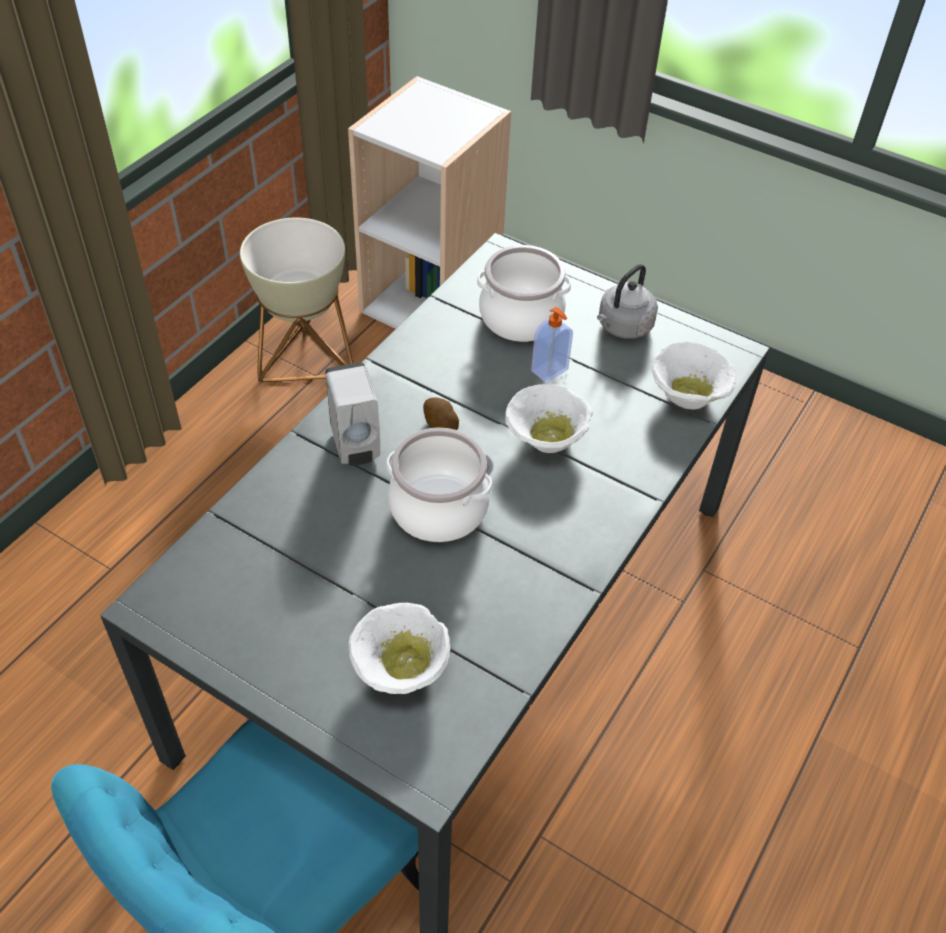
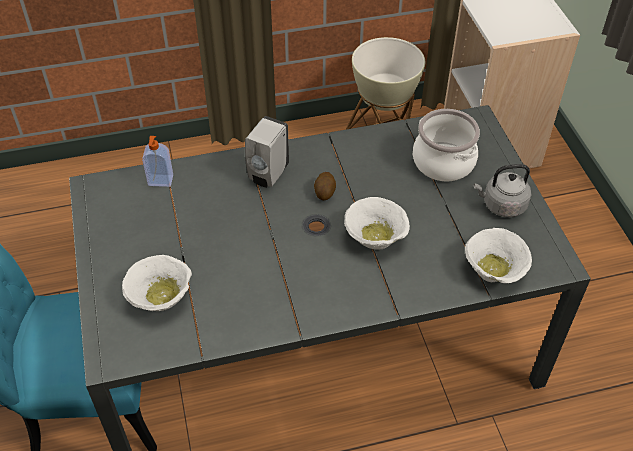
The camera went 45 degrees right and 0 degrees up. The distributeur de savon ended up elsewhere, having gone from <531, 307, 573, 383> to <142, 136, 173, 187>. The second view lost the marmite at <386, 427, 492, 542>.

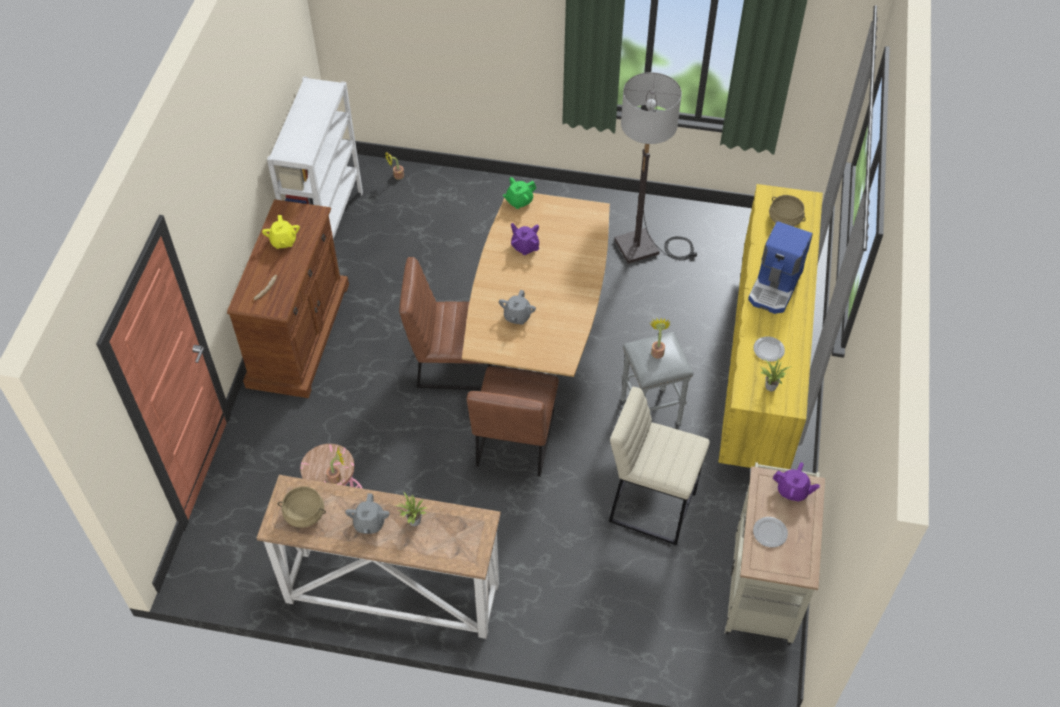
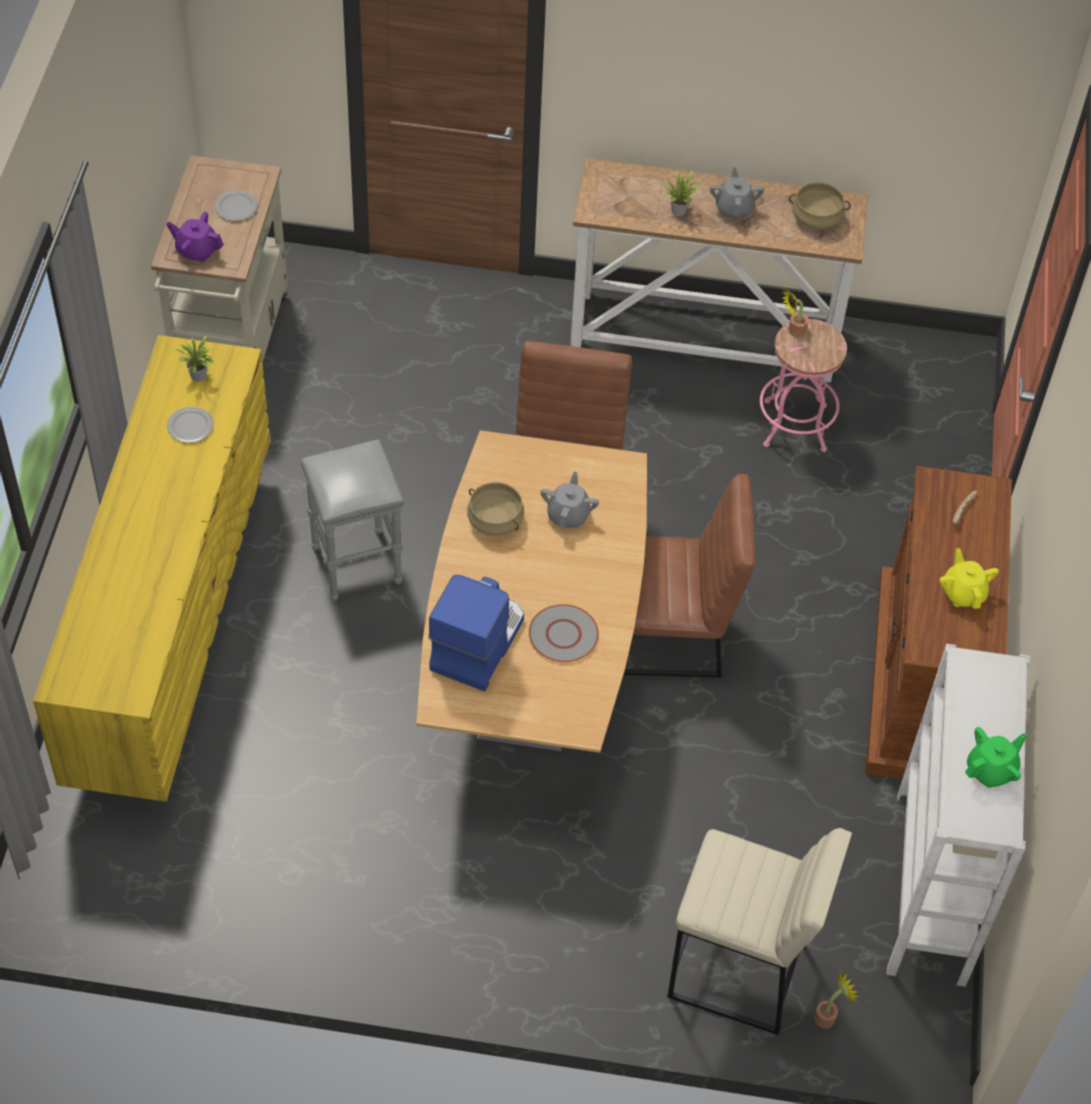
The camera went 175 degrees right and 0 degrees up. The second view lost the lampadaire at <614, 72, 697, 264>. The théière/vert ended up elsewhere, having gone from <503, 177, 536, 209> to <965, 727, 1027, 788>. The marmite/beige ended up elsewhere, having gone from <769, 195, 806, 226> to <467, 482, 524, 536>. The machine à café ended up elsewhere, having gone from <748, 221, 813, 314> to <428, 575, 524, 691>. Where the théière/violet stood at <511, 223, 539, 255>, the assiette/gris came to stand at <529, 604, 599, 662>. The second view lost the plante en pot at <650, 317, 671, 359>. The tabouret/beige ended up elsewhere, having gone from <609, 387, 709, 545> to <667, 828, 852, 1035>.

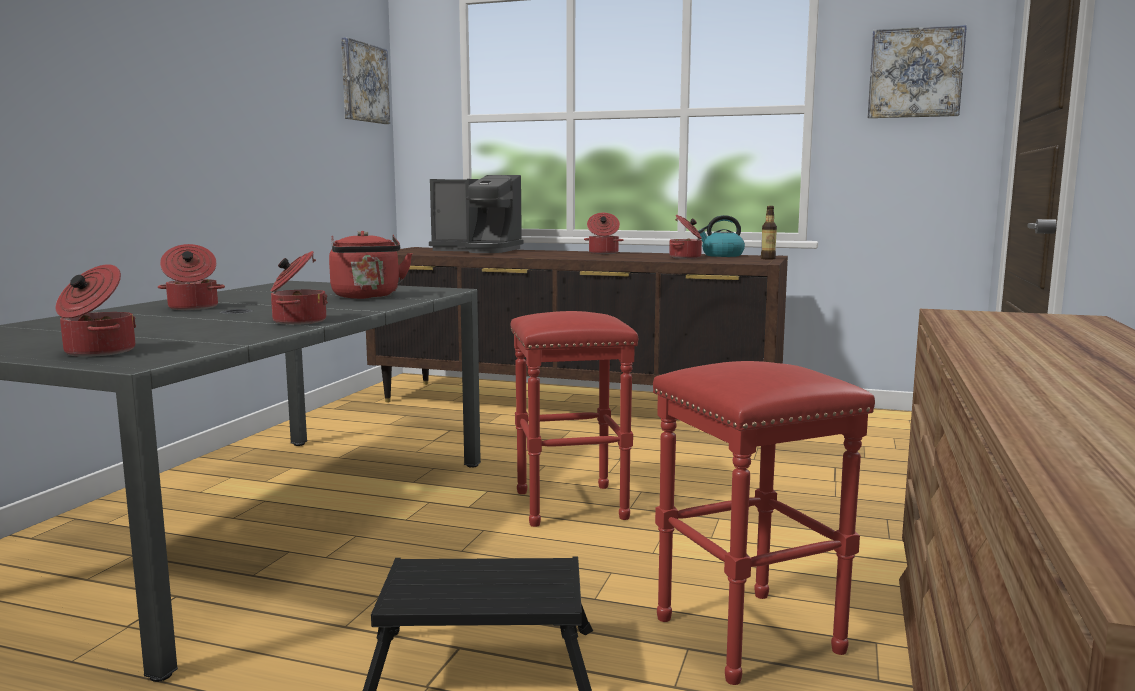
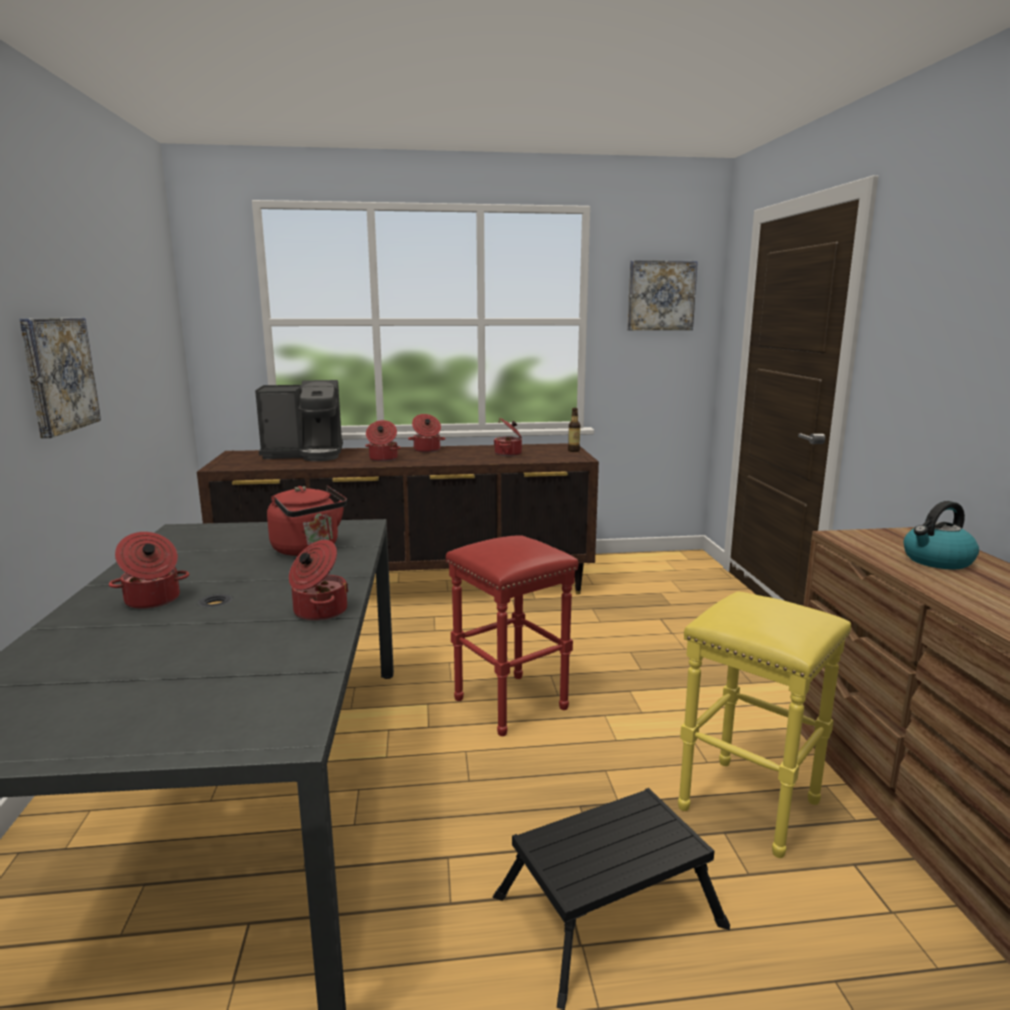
The camera went 25 degrees left and 5 degrees up. The tableau ended up elsewhere, having gone from <341, 37, 390, 124> to <19, 317, 101, 438>. The bouilloire ended up elsewhere, having gone from <698, 215, 745, 257> to <904, 501, 979, 570>. The marmite ended up elsewhere, having gone from <55, 264, 136, 357> to <365, 420, 401, 461>. What was the tabouret/rouge at <653, 361, 875, 685> turned into the tabouret/jaune at <678, 592, 851, 858>.

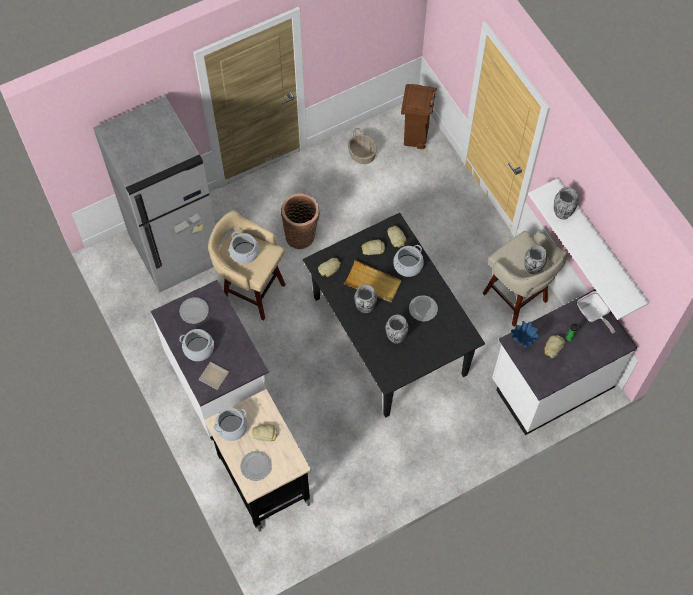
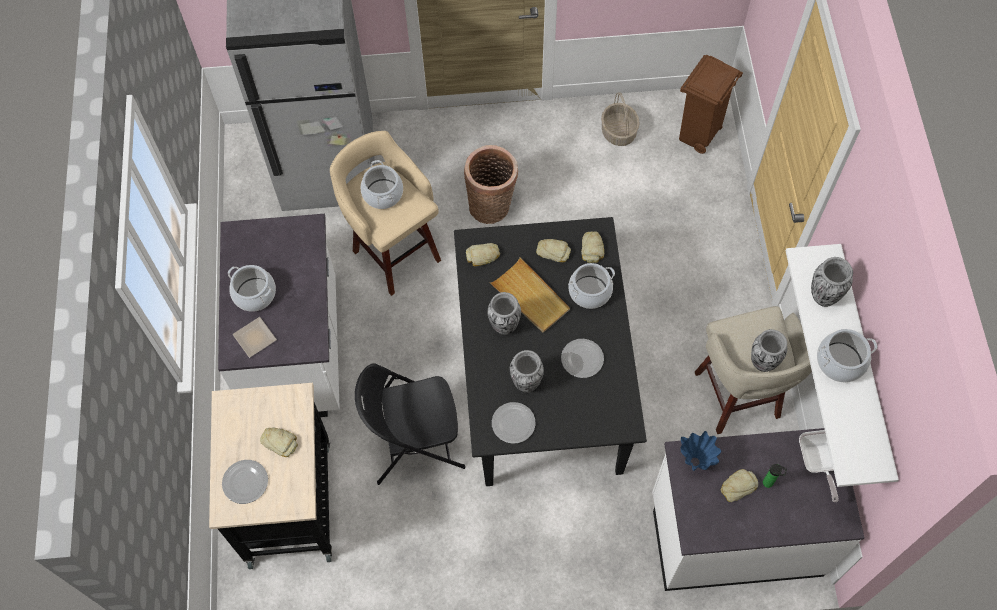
The camera went 25 degrees right and 0 degrees up. The assiette ended up elsewhere, having gone from <179, 297, 209, 324> to <492, 402, 536, 444>. The marmite ended up elsewhere, having gone from <214, 408, 248, 441> to <817, 329, 877, 382>. The second view gained the chaise/noir at <355, 363, 465, 485>.

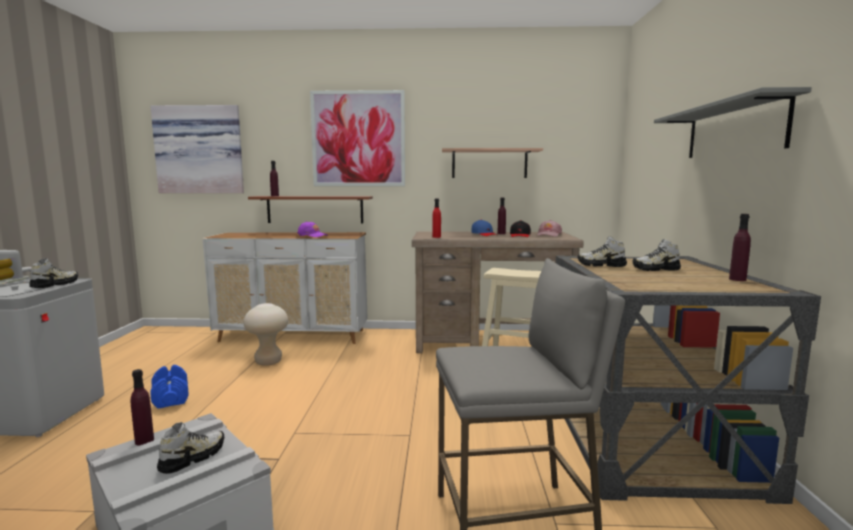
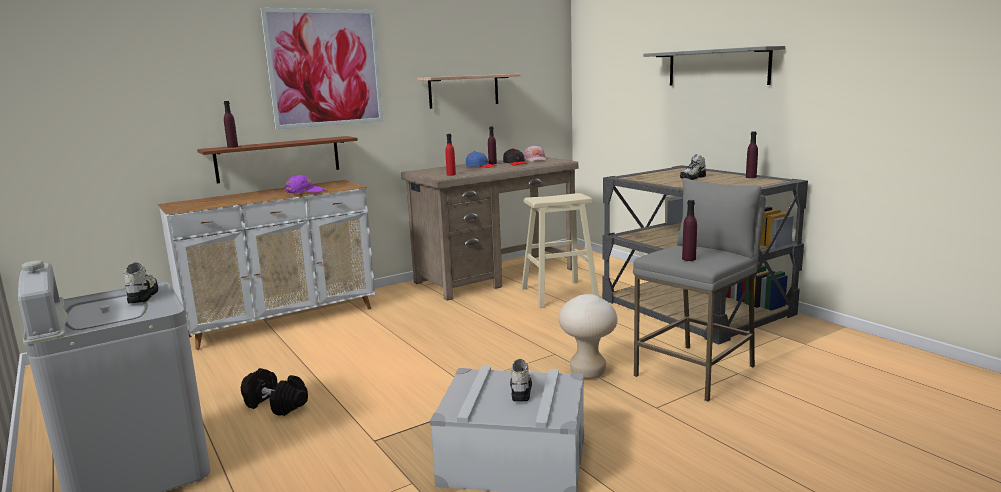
The camera went 35 degrees left and 5 degrees up. The second view lost the tableau at <150, 105, 244, 193>. The second view lost the chaussure at <578, 236, 627, 267>. The tabouret/beige ended up elsewhere, having gone from <243, 303, 288, 366> to <558, 294, 617, 379>. What was the haltère/bleu at <150, 365, 189, 409> turned into the haltère/noir at <241, 368, 308, 416>. The bouteille/violet ended up elsewhere, having gone from <130, 369, 154, 446> to <682, 200, 697, 261>.

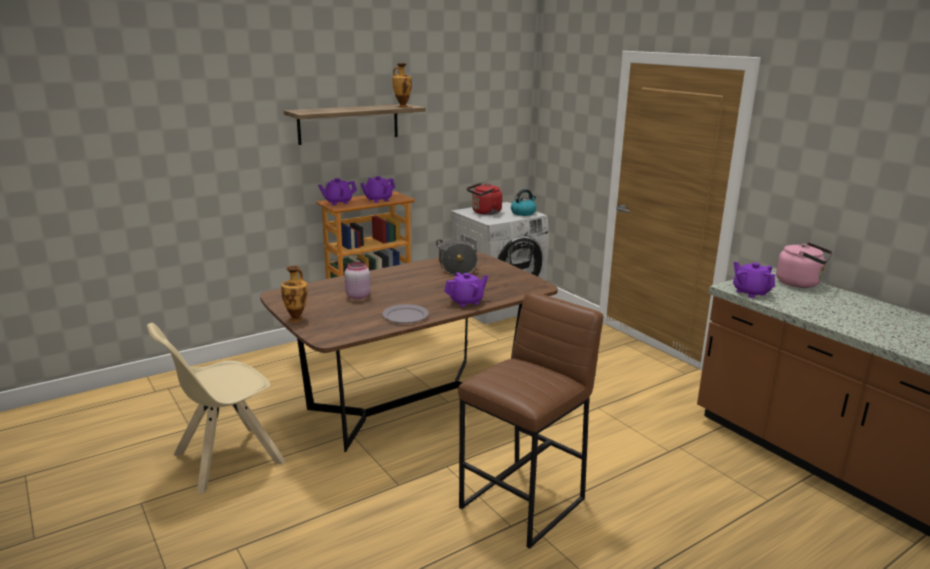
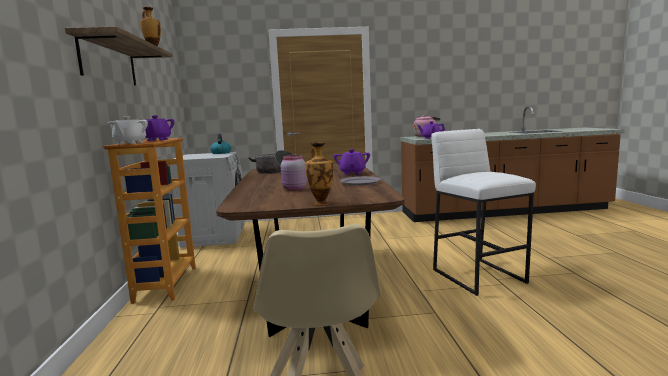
The camera went 60 degrees left and 10 degrees down. What was the théière/violet at <318, 178, 357, 205> turned into the théière/blanc at <108, 116, 148, 145>. The second view lost the bouilloire/rouge at <467, 183, 502, 215>. What was the tabouret/marron at <458, 292, 603, 549> turned into the tabouret/blanc at <431, 129, 536, 296>.

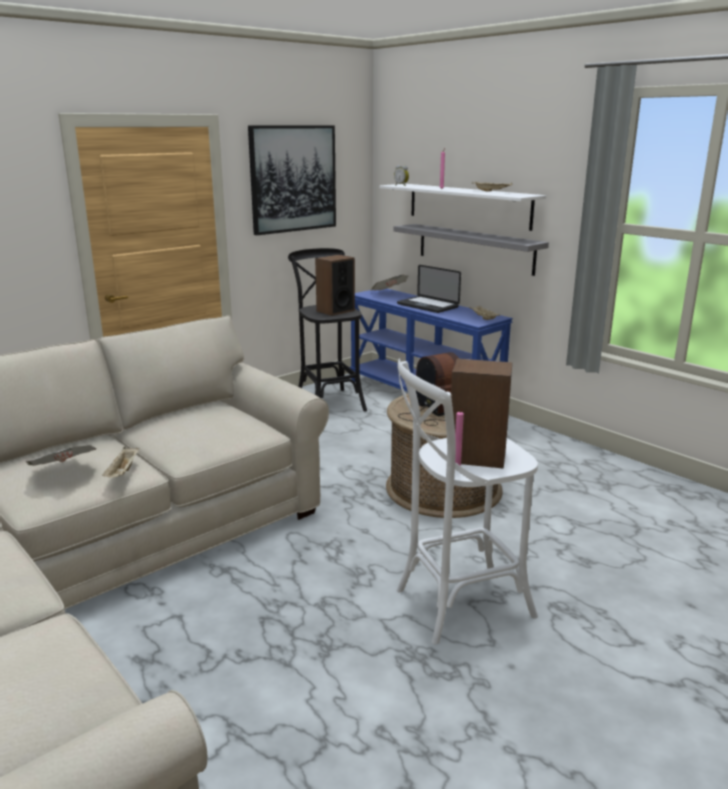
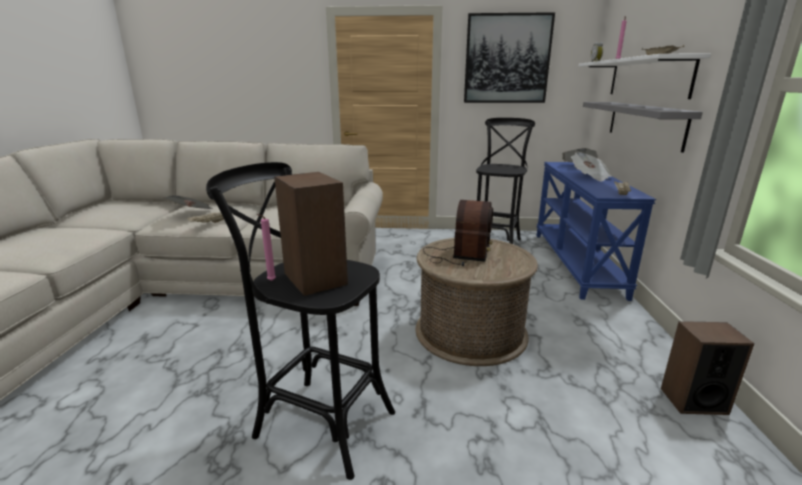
The camera went 45 degrees right and 0 degrees up. The enceinte ended up elsewhere, having gone from <315, 255, 355, 316> to <661, 321, 755, 415>. Where the ordinateur portable stood at <397, 265, 461, 313>, the journal came to stand at <571, 152, 611, 182>. What was the tabouret/blanc at <397, 358, 538, 644> turned into the tabouret/noir at <206, 162, 395, 480>.

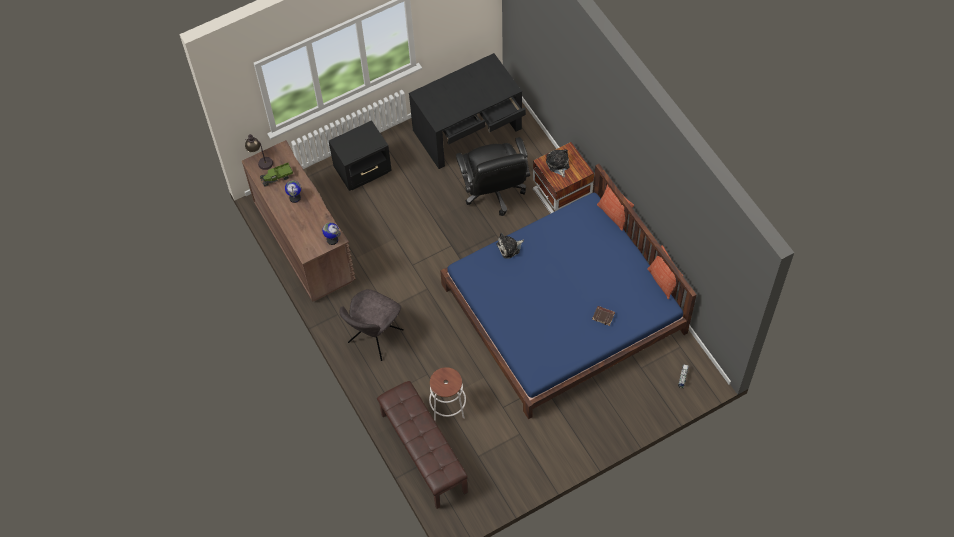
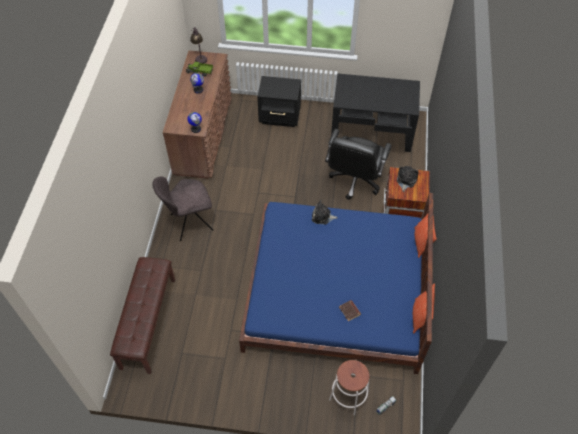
The camera went 35 degrees right and 5 degrees down. The tabouret/blanc ended up elsewhere, having gone from <429, 367, 466, 421> to <329, 360, 370, 416>.

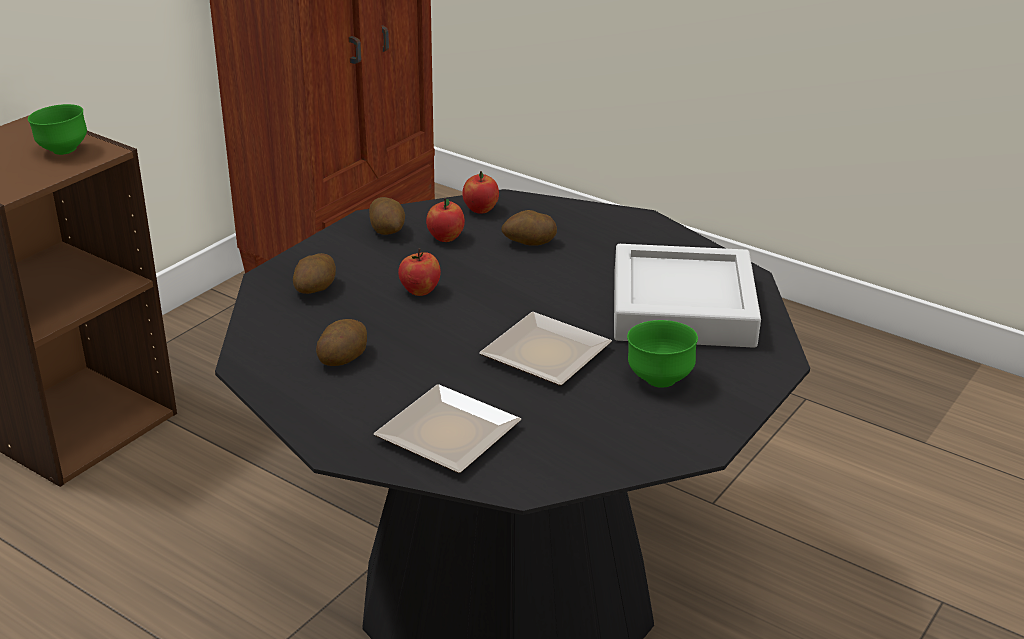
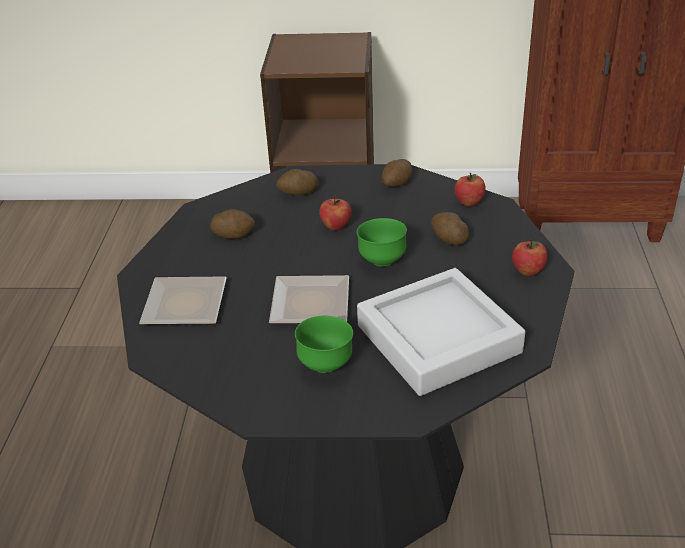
The camera went 60 degrees right and 5 degrees up. The bol/vert ended up elsewhere, having gone from <28, 104, 87, 155> to <357, 218, 407, 267>. The pomme ended up elsewhere, having gone from <426, 198, 465, 242> to <512, 239, 548, 276>.

